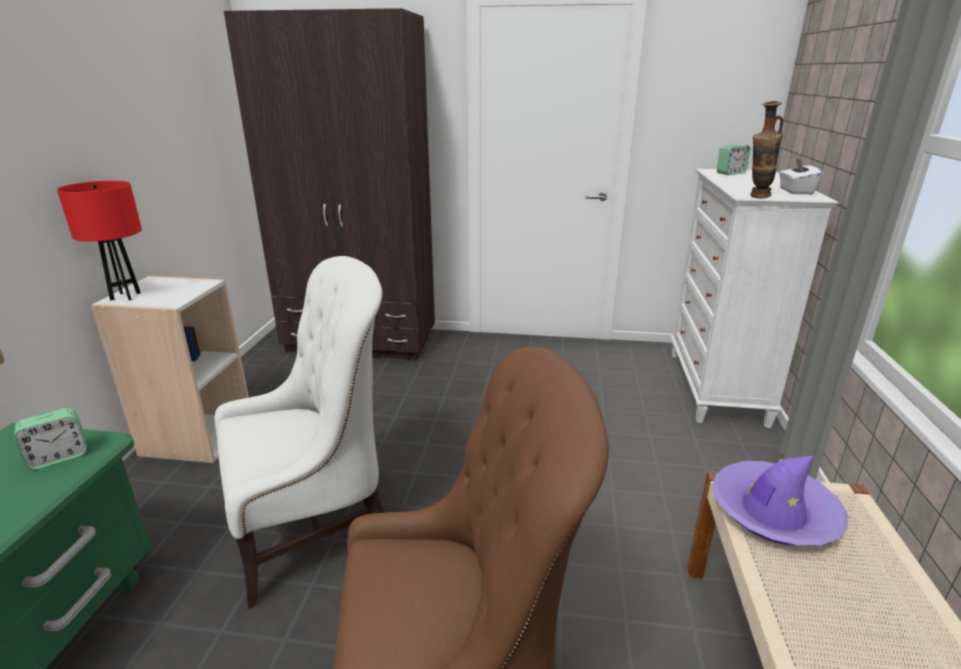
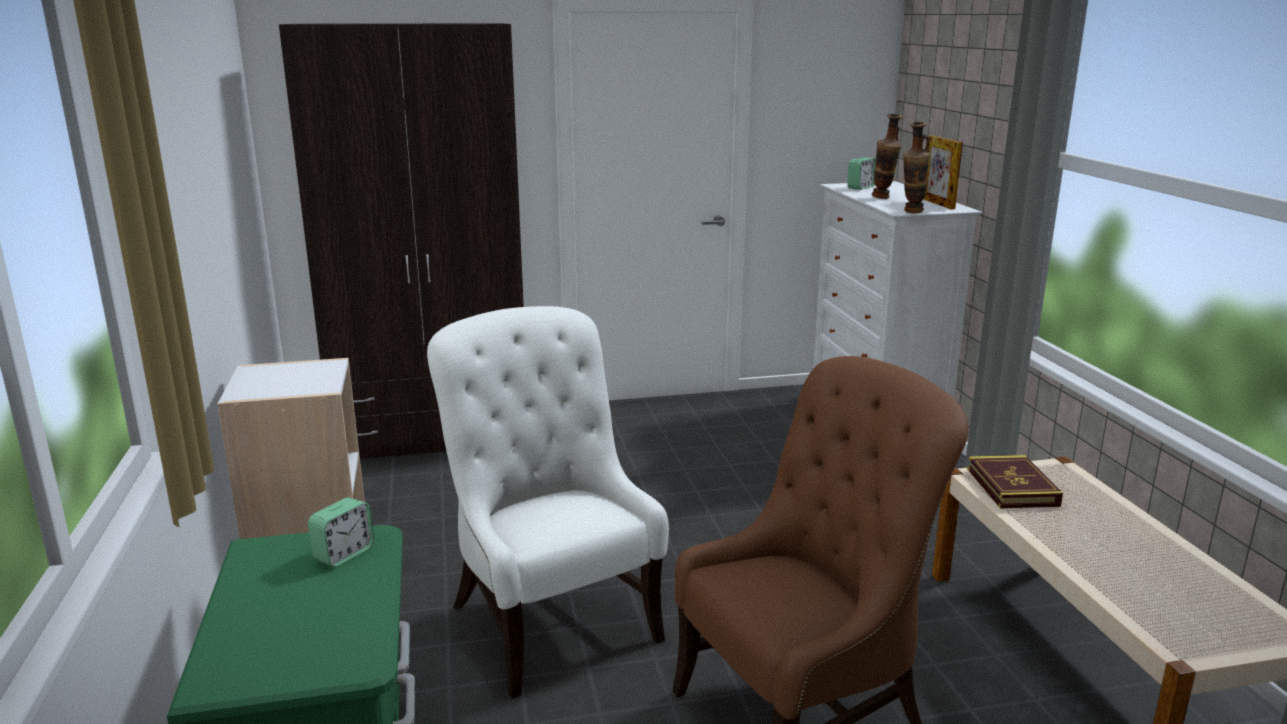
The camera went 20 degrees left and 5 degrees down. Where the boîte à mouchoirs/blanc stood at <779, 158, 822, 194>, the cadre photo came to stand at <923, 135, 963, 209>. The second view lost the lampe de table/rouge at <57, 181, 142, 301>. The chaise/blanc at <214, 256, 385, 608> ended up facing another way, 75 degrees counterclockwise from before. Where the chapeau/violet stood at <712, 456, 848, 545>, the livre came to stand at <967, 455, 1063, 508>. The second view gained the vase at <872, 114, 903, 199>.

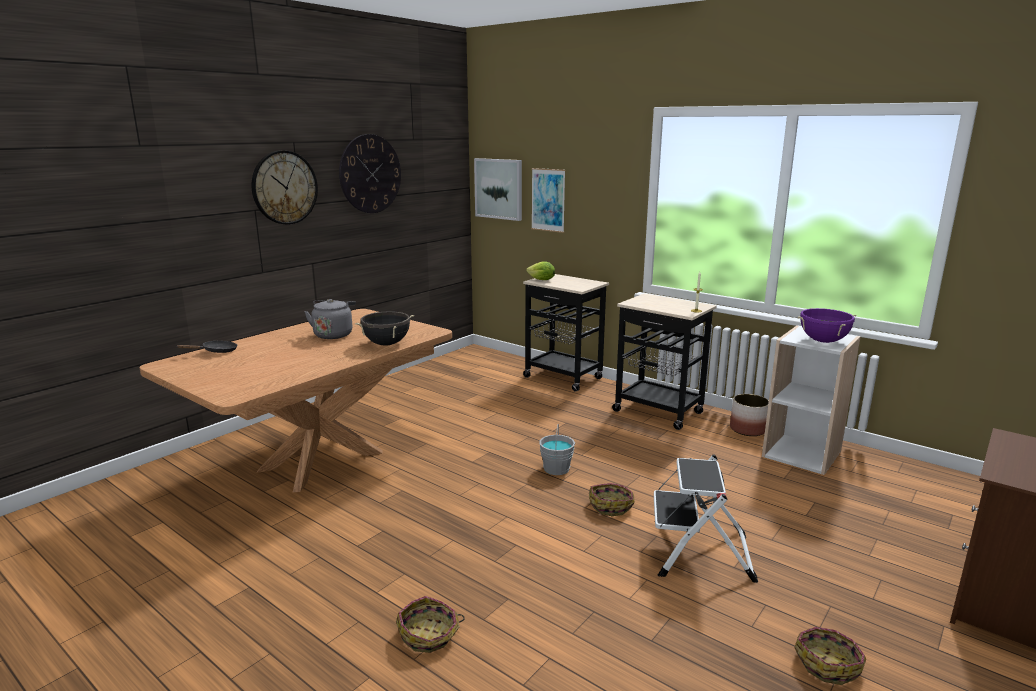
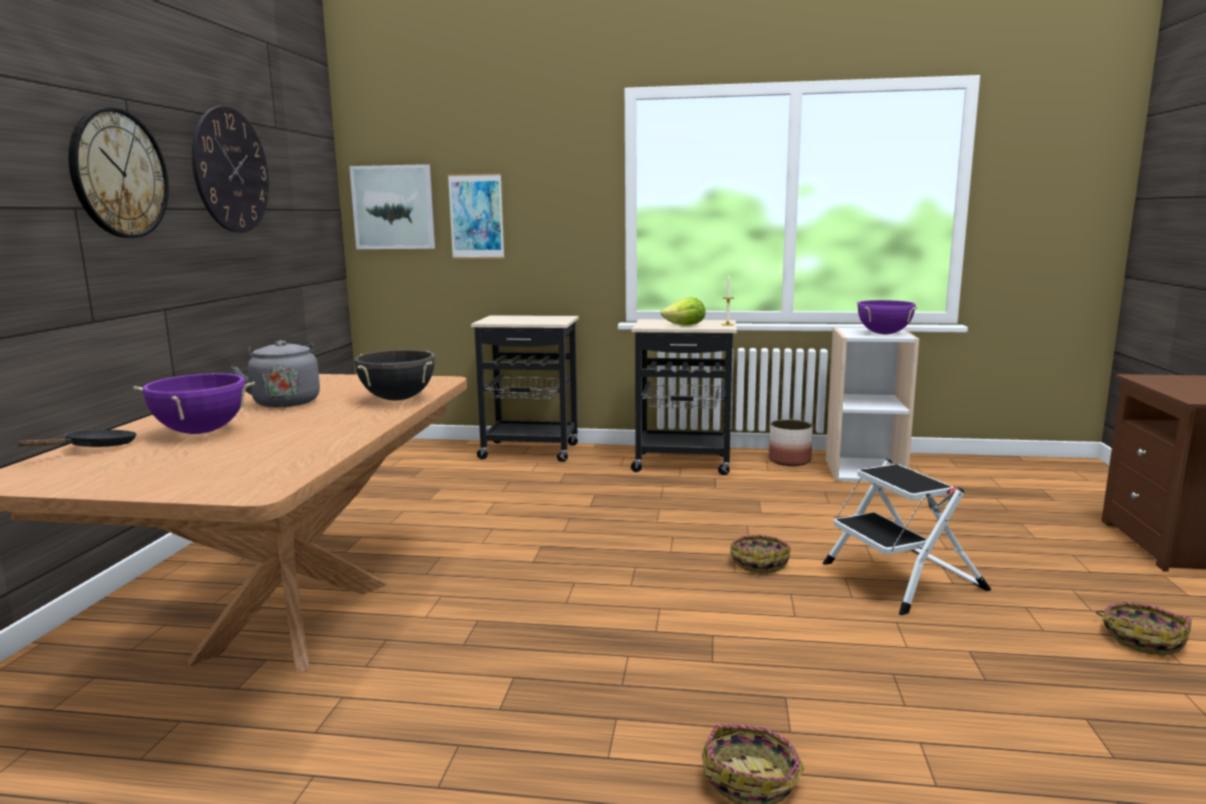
The camera went 30 degrees left and 5 degrees down. The laitue ended up elsewhere, having gone from <526, 262, 555, 280> to <661, 297, 706, 326>. The second view lost the seau/gris at <539, 424, 575, 475>. The second view gained the marmite/violet at <134, 373, 255, 434>.

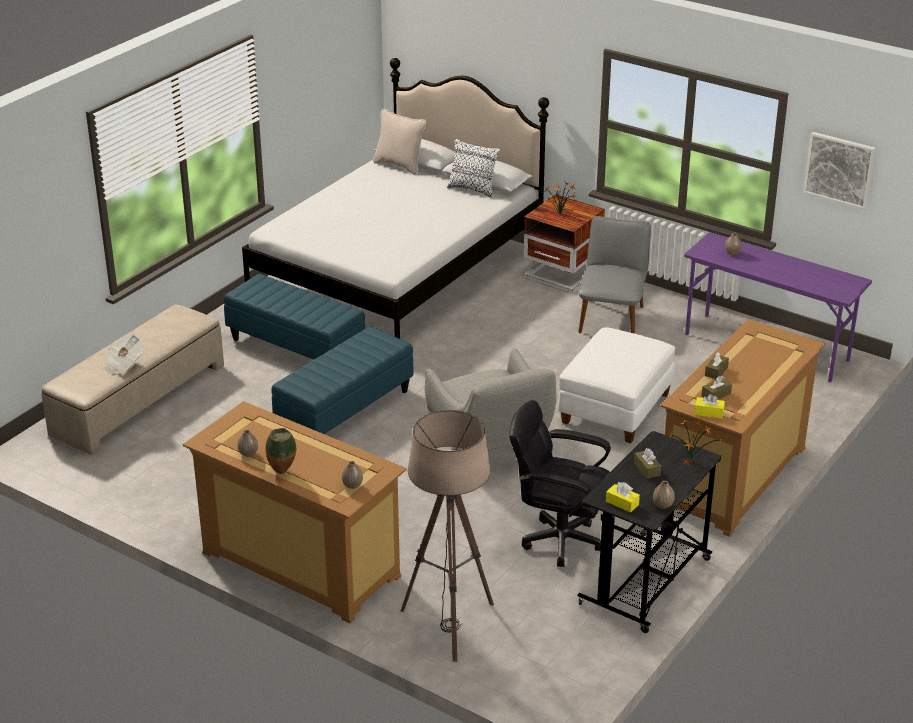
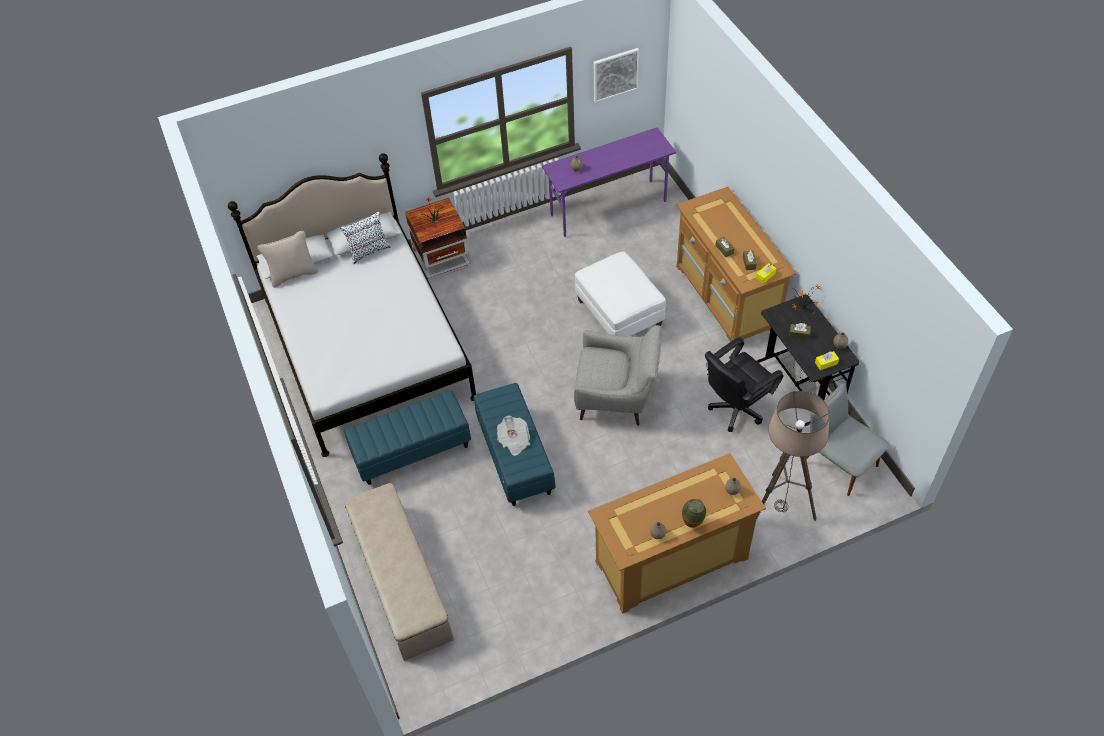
The camera went 55 degrees left and 20 degrees up. The chaise/gris ended up elsewhere, having gone from <578, 216, 651, 334> to <806, 383, 889, 496>. The journal ended up elsewhere, having gone from <102, 335, 144, 375> to <497, 415, 530, 456>.

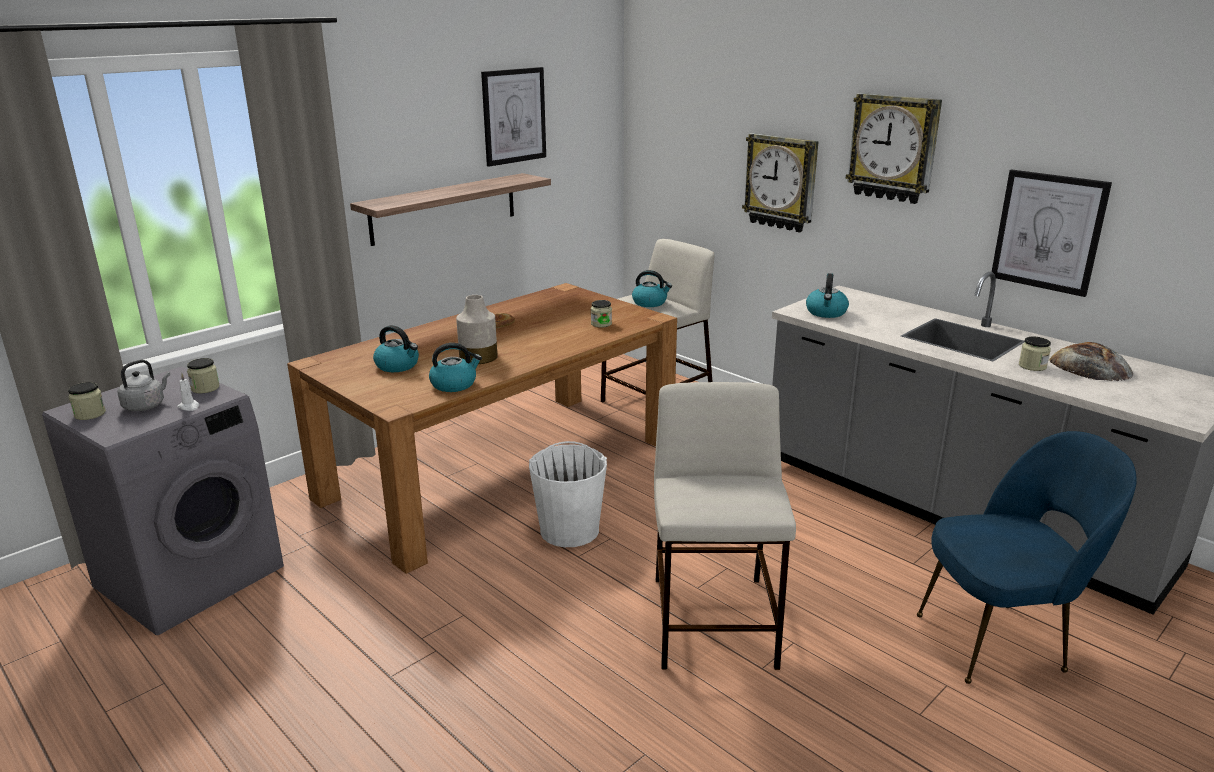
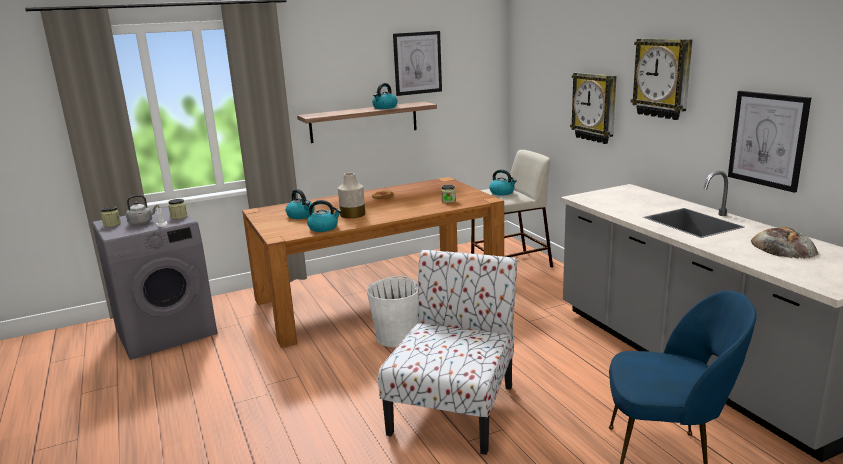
The camera went 20 degrees right and 5 degrees down. The bouilloire ended up elsewhere, having gone from <806, 273, 849, 318> to <372, 83, 397, 109>. The second view lost the bocal at <1019, 336, 1051, 371>. Where the tabouret/beige stood at <654, 382, 796, 670>, the chaise came to stand at <378, 250, 517, 455>.

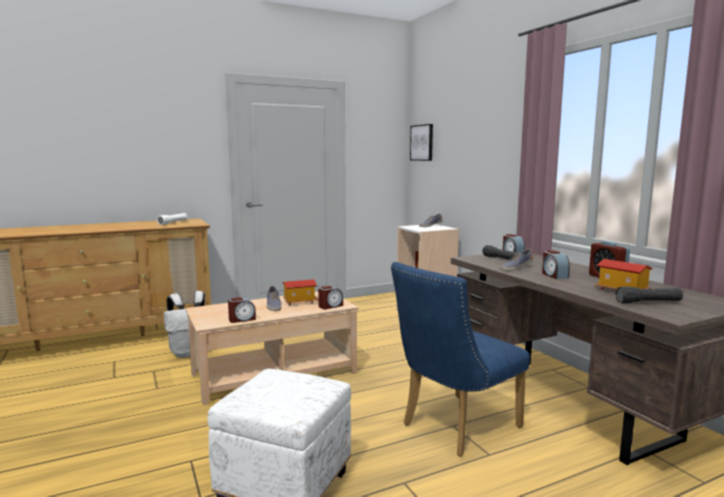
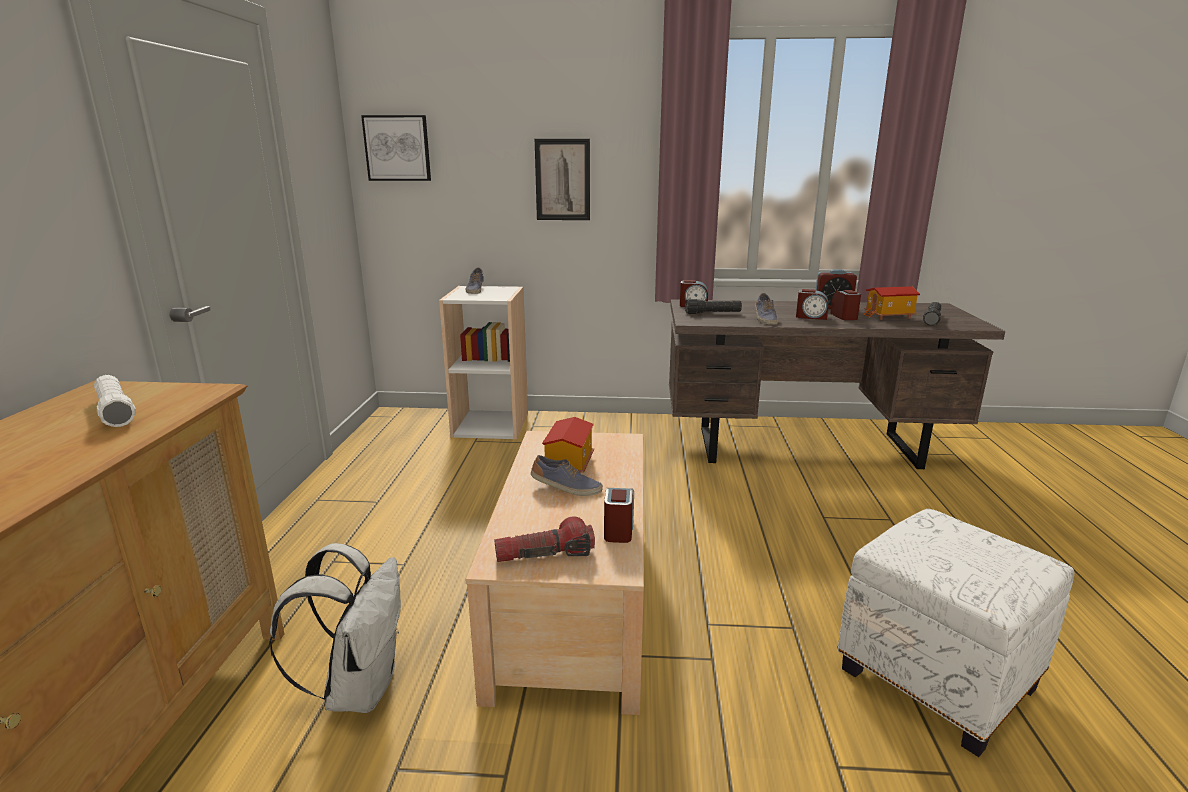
The camera went 60 degrees left and 10 degrees up. The second view lost the chaise/bleu at <391, 262, 530, 457>. The réveil ended up elsewhere, having gone from <318, 286, 343, 309> to <830, 290, 861, 320>. The second view gained the tableau at <535, 139, 590, 220>. The second view gained the lampe de poche at <494, 516, 595, 562>.

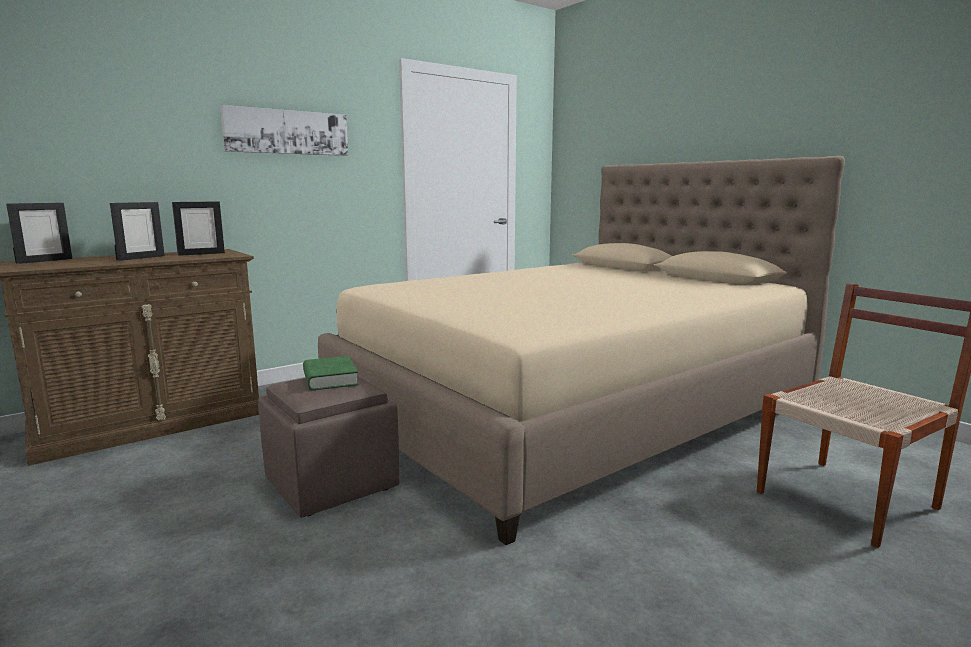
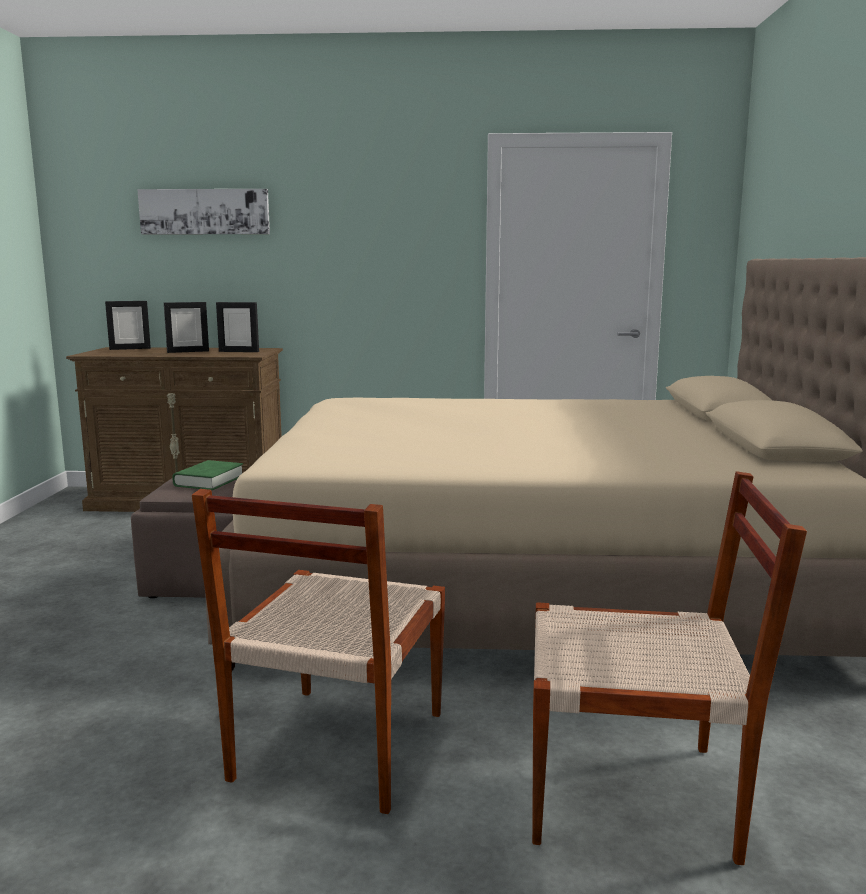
The camera went 40 degrees right and 0 degrees up. The tableau ended up elsewhere, having gone from <220, 105, 348, 156> to <137, 189, 270, 234>. The second view gained the chaise at <192, 489, 445, 814>.

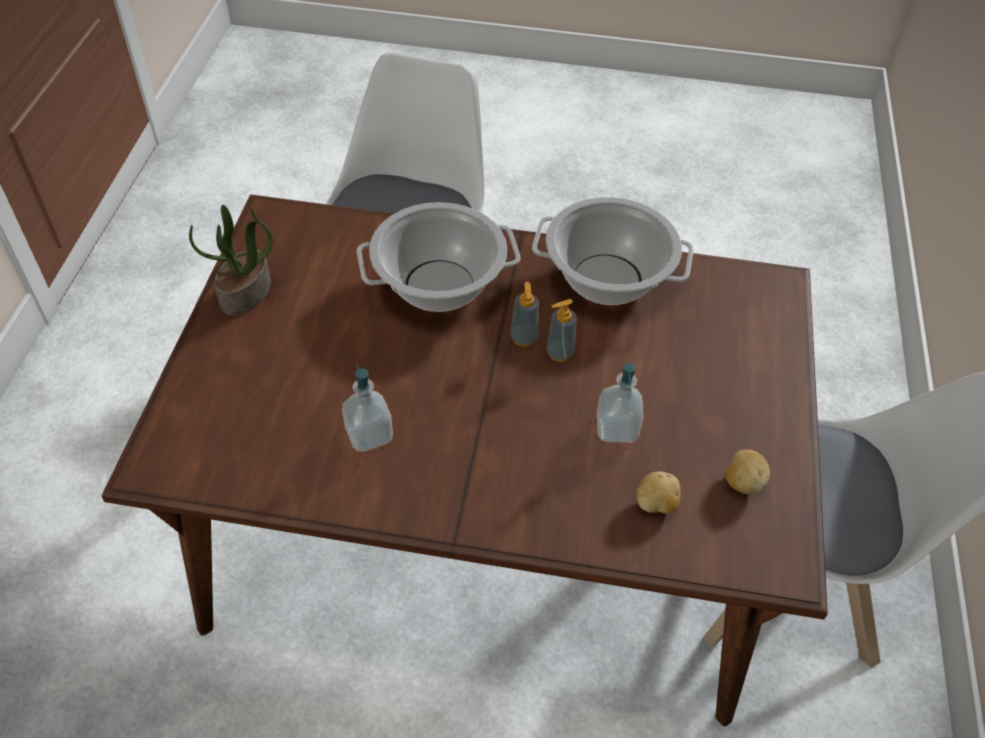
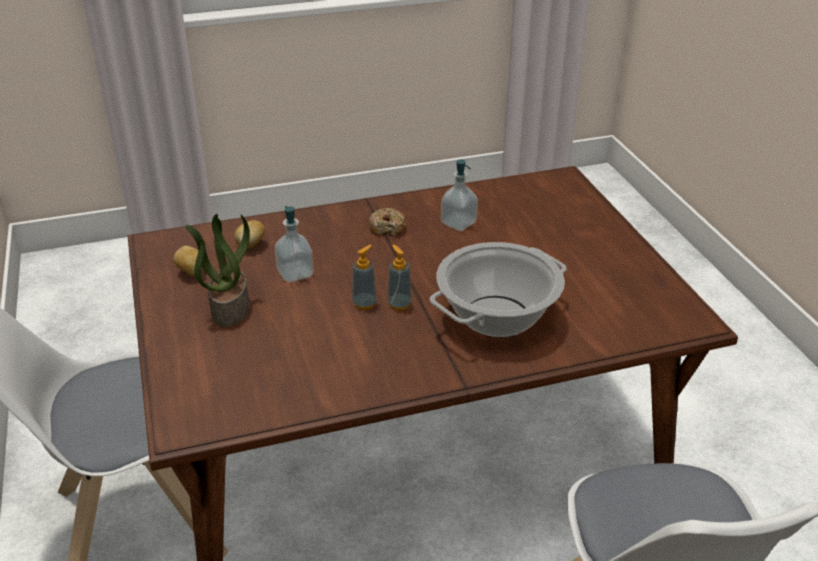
The camera went 155 degrees right and 15 degrees down. The second view lost the marmite at <532, 197, 694, 305>. The plante en pot ended up elsewhere, having gone from <189, 205, 273, 316> to <185, 214, 250, 327>. The second view gained the beignet at <369, 208, 406, 236>.

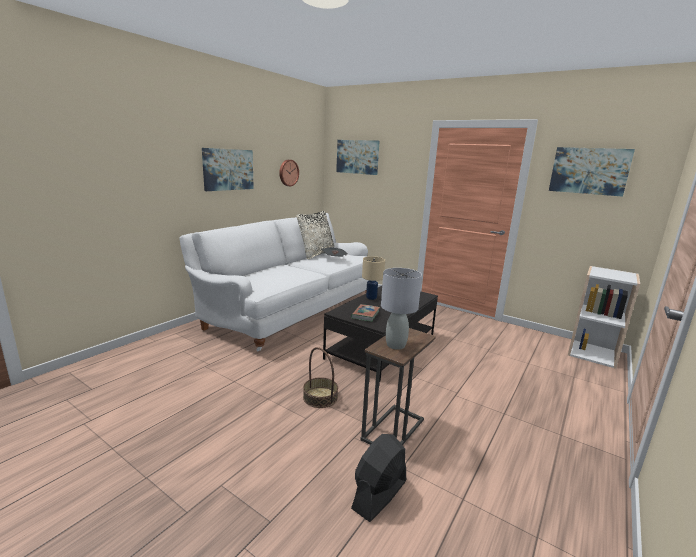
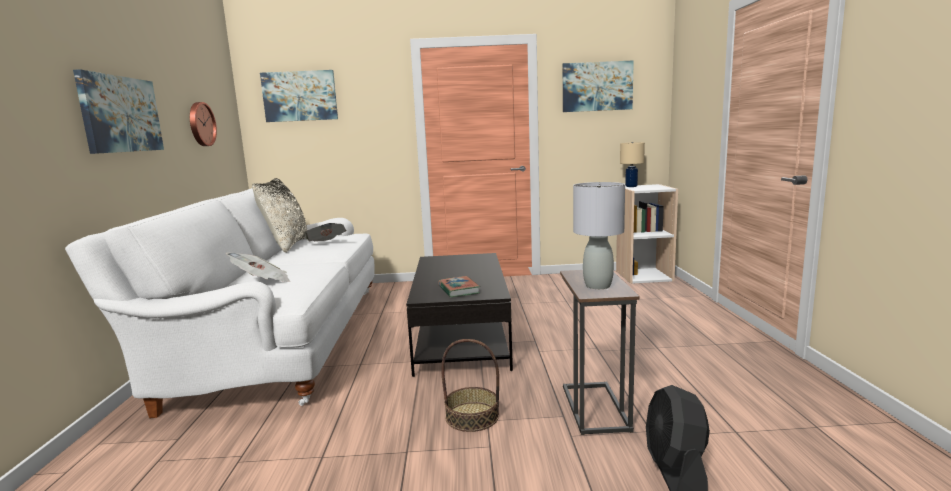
The camera went 35 degrees left and 5 degrees down. The lampe de table/beige ended up elsewhere, having gone from <362, 256, 385, 300> to <620, 142, 645, 187>. The second view gained the journal at <226, 252, 290, 282>.

